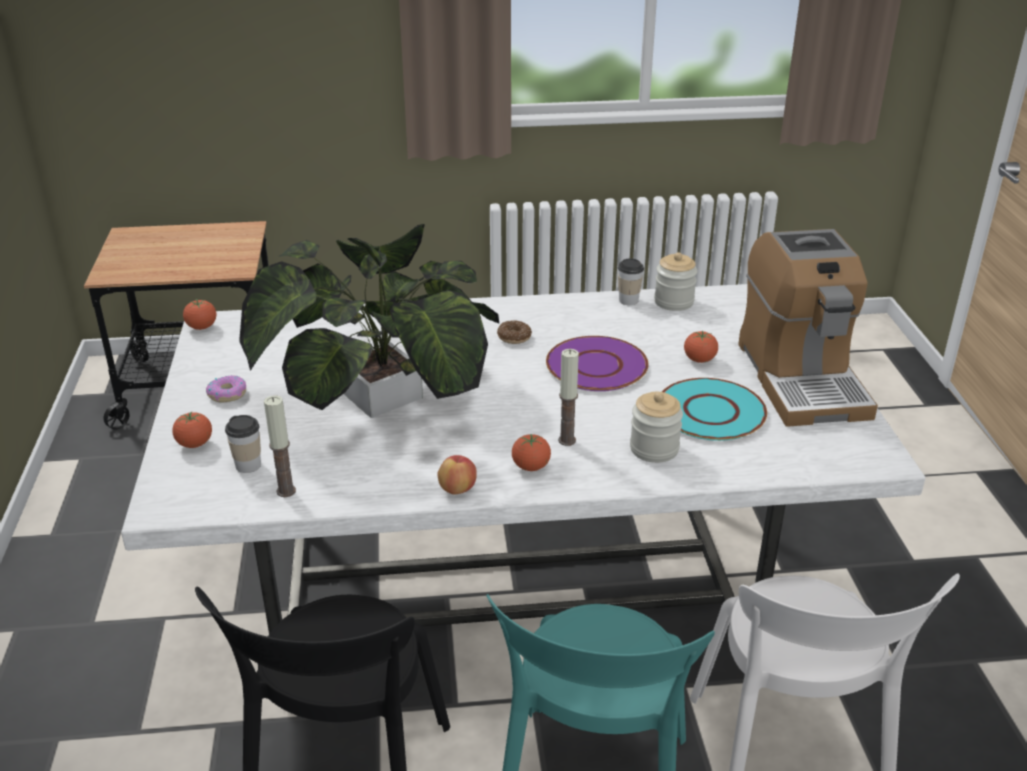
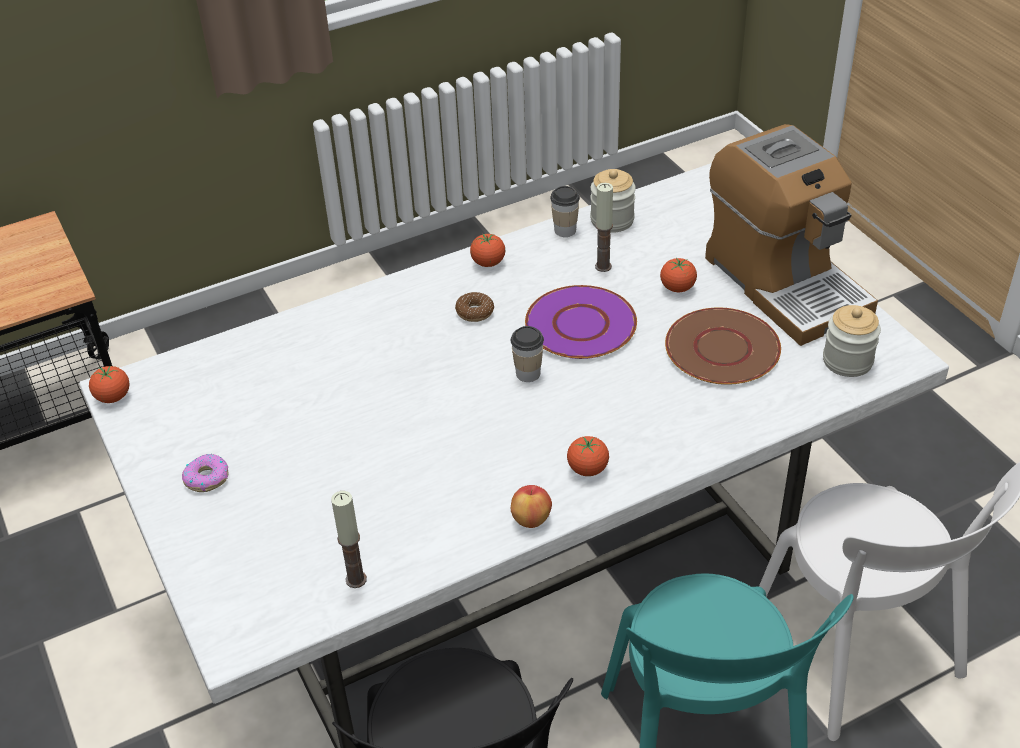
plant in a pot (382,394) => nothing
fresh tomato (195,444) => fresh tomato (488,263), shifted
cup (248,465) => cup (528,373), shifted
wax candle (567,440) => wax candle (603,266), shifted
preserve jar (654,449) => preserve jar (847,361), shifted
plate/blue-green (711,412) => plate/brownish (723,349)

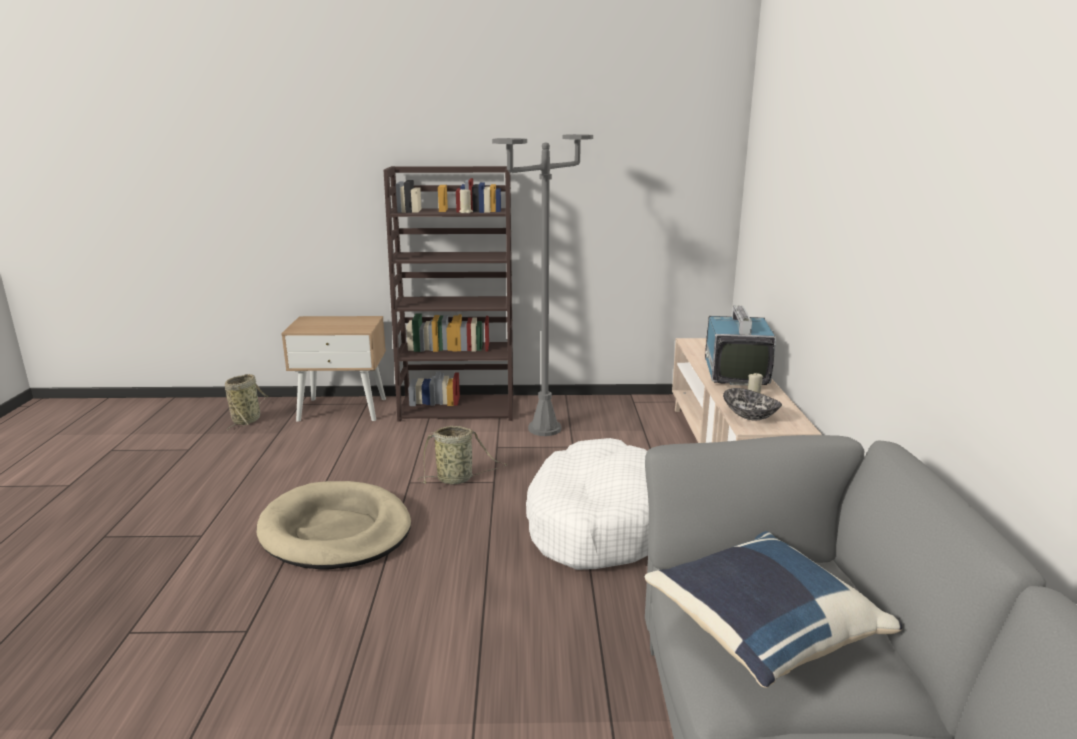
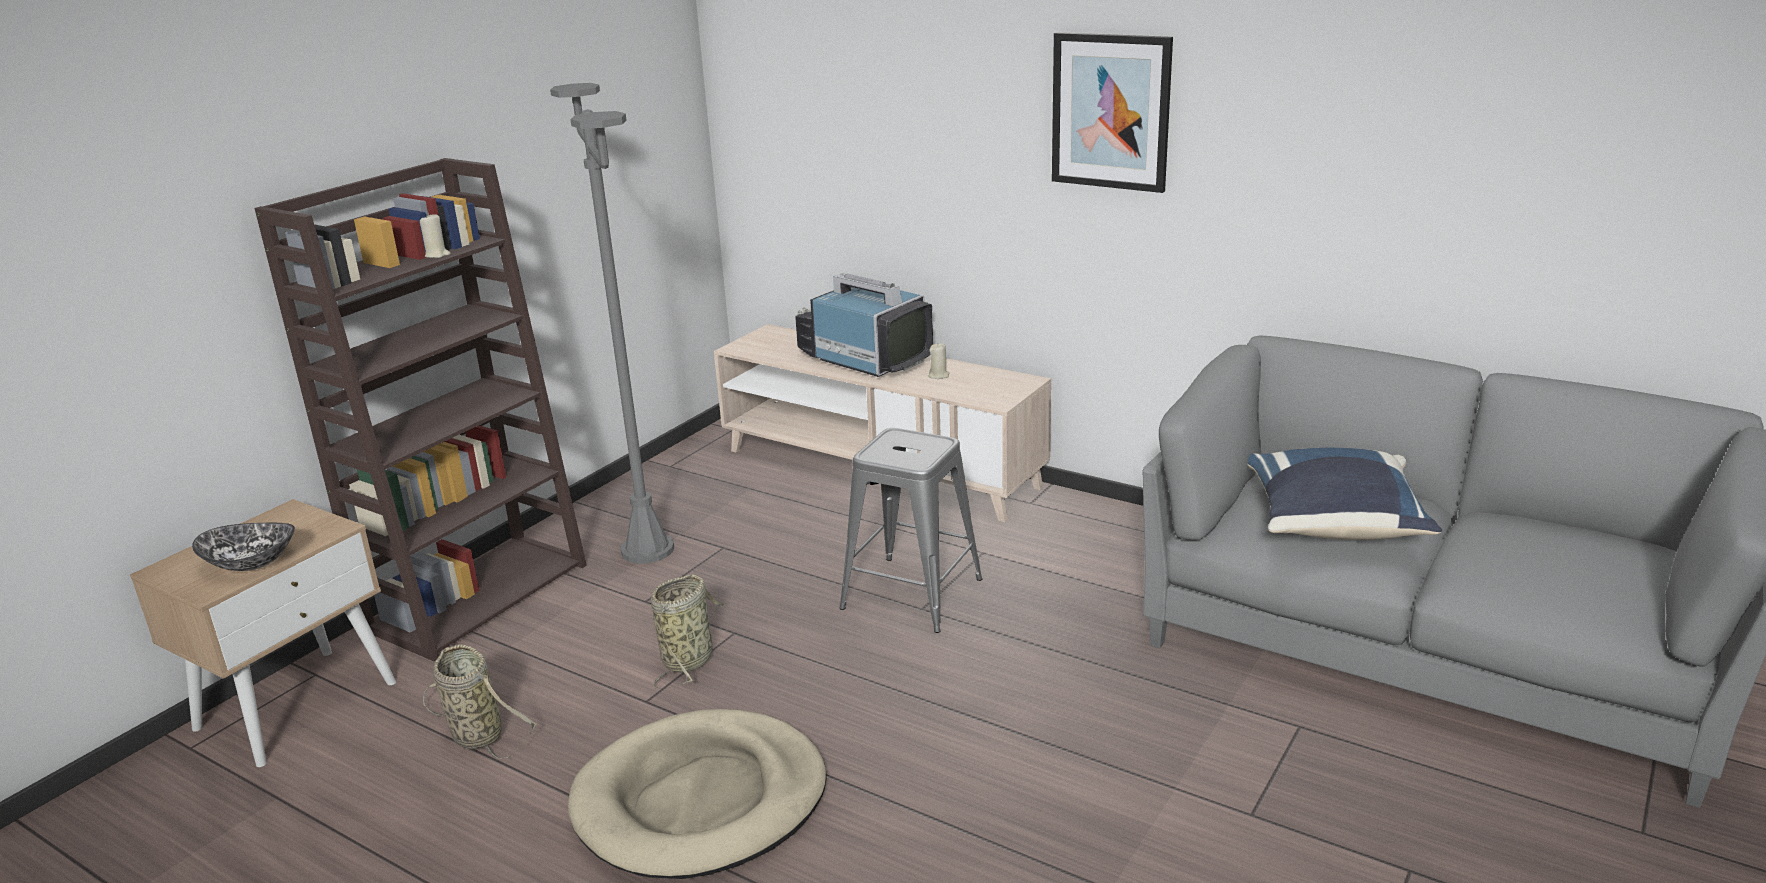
nothing => wall art (1111,111)
household basket (247,420) => household basket (475,734), shifted
deep dish (750,416) => deep dish (252,562), shifted
dog cushion/white-coloured (597,522) => stool seat/grey (911,594)

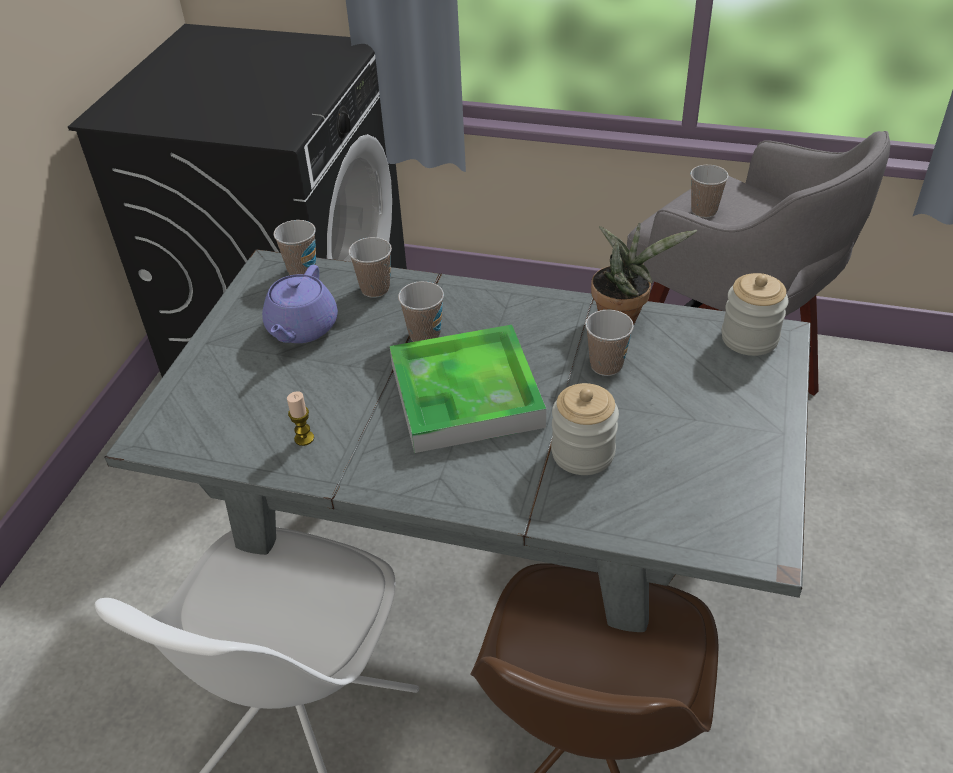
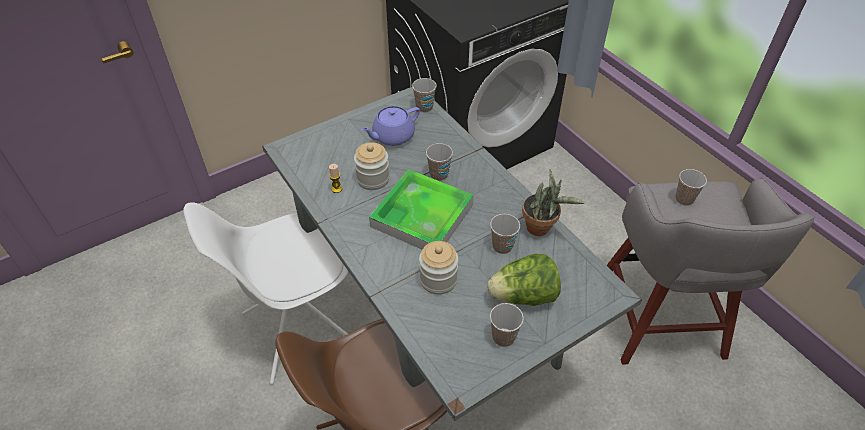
nothing => lettuce head (523,296)
cup (375,289) => cup (503,337), shifted
preserve jar (749,338) => preserve jar (373,179), shifted

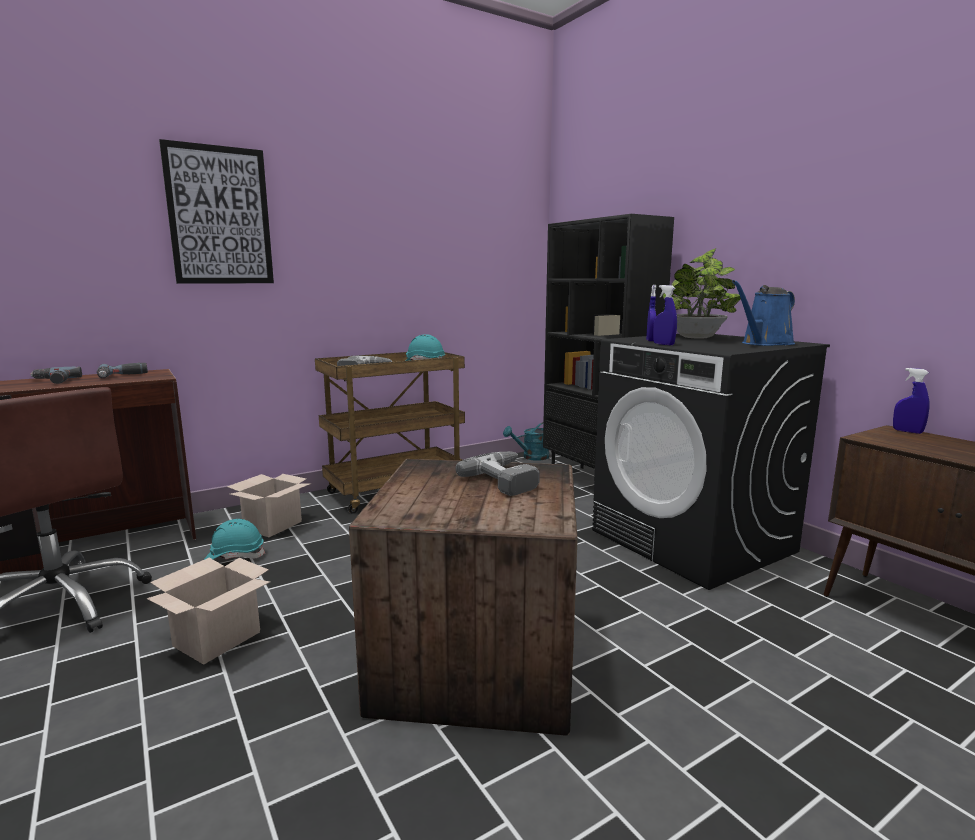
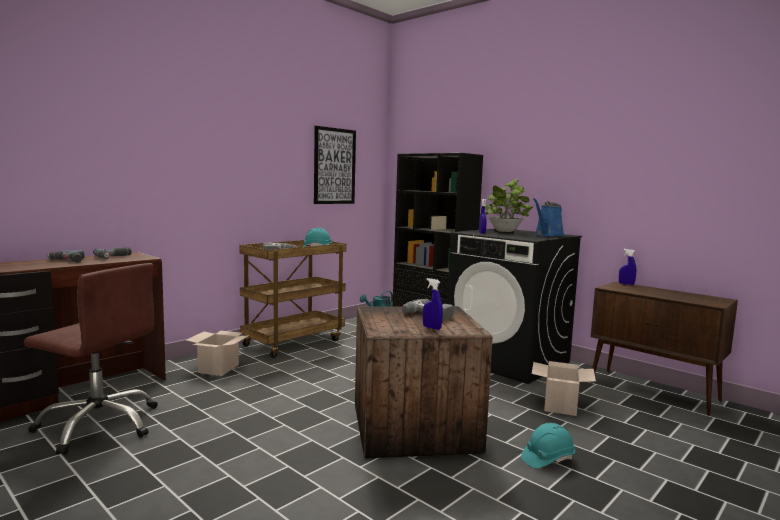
cardboard box (218,638) => cardboard box (559,405), shifted
wall art (219,216) => wall art (334,166), shifted
work helmet/blue-green (235,556) => work helmet/blue-green (547,459), shifted
spray bottle/blue (663,344) => spray bottle/blue (431,328), shifted

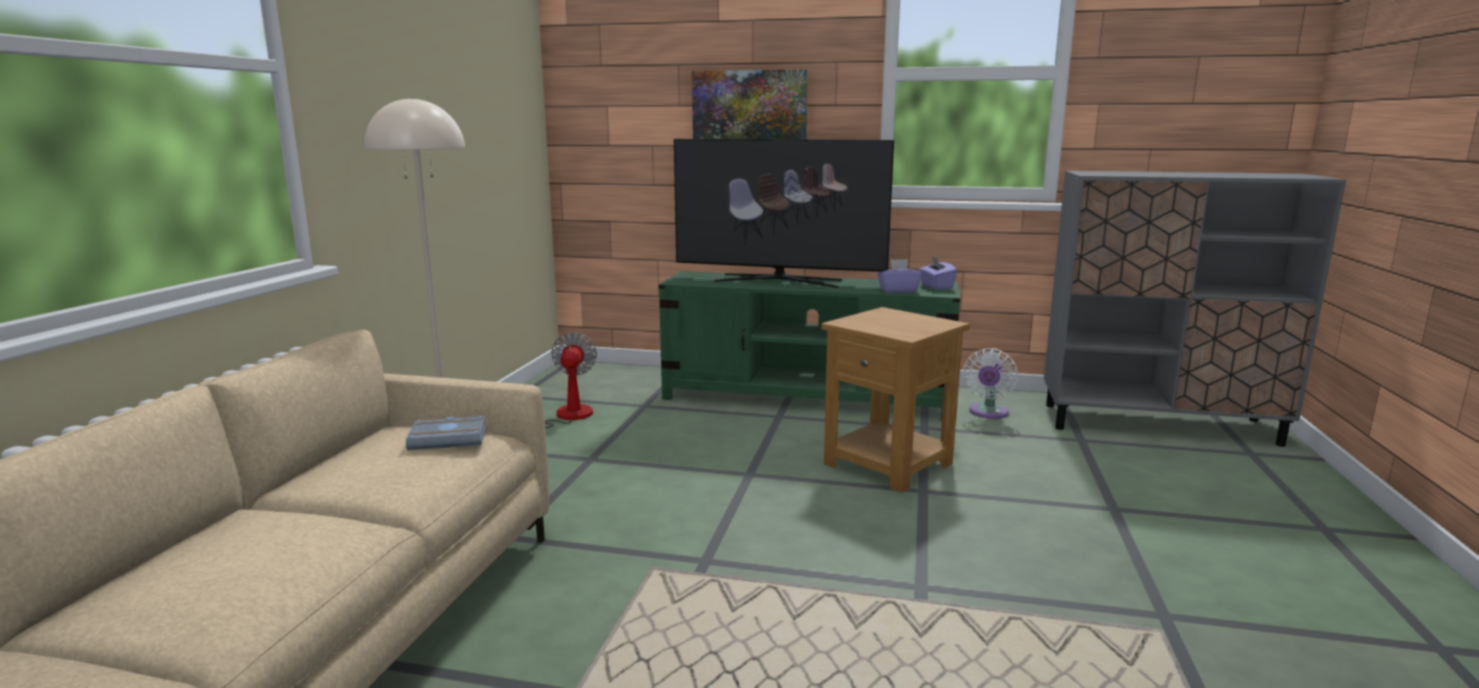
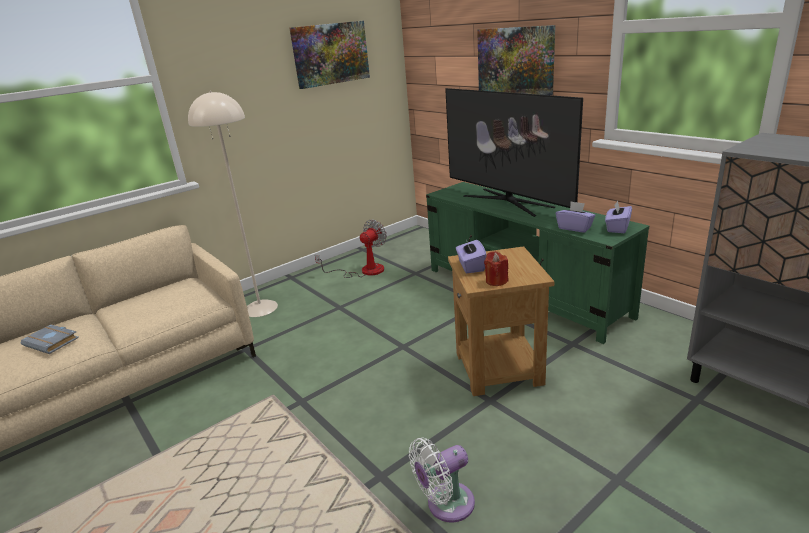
nothing => wall art (330,54)
nothing => tissue box/purple-coloured (471,266)
nothing => wax candle/red-coloured (496,281)
bound book/grey (450,438) => bound book/grey (53,342), shifted
cooling fan/white-coloured (988,413) => cooling fan/white-coloured (446,504), shifted

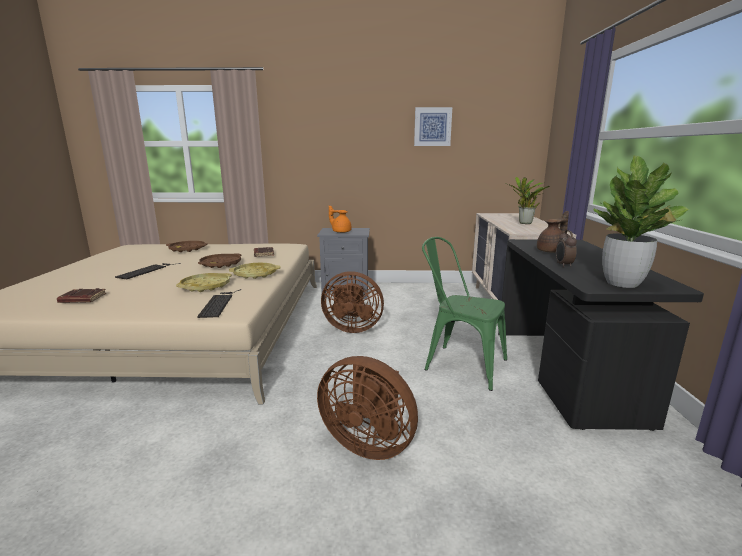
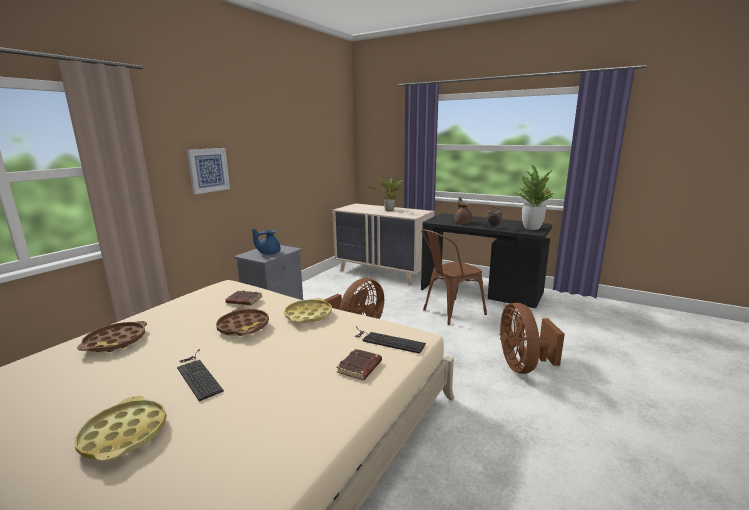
bound book/brownish (82,299) => bound book/brownish (360,368), shifted
serving tray/yellowish (205,286) => serving tray/yellowish (124,434), shifted
wall art (432,127) => wall art (208,170), shifted
teapot/orange (341,231) => teapot/blue (269,253)
upright chair/green-coloured (459,363) => upright chair/brownish (449,312)
cooling fan/brownish (368,443) => cooling fan/brownish (523,366), 120 degrees clockwise

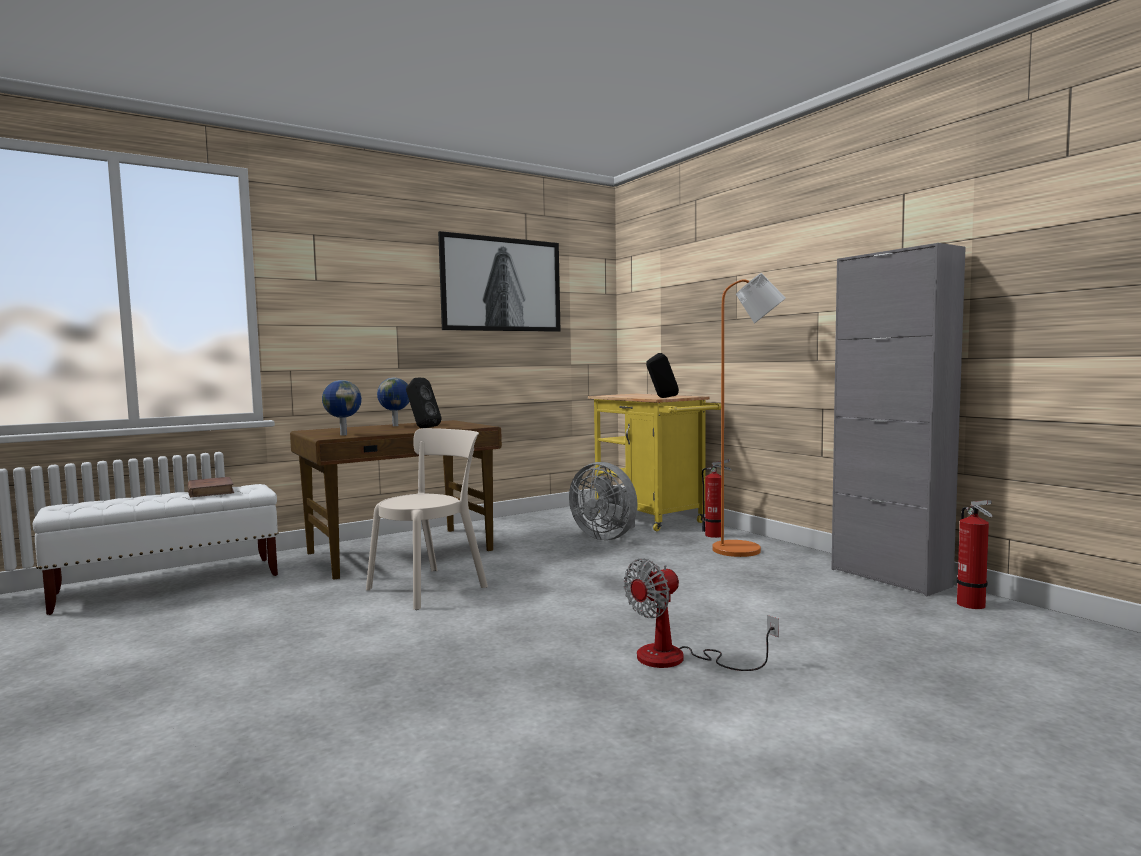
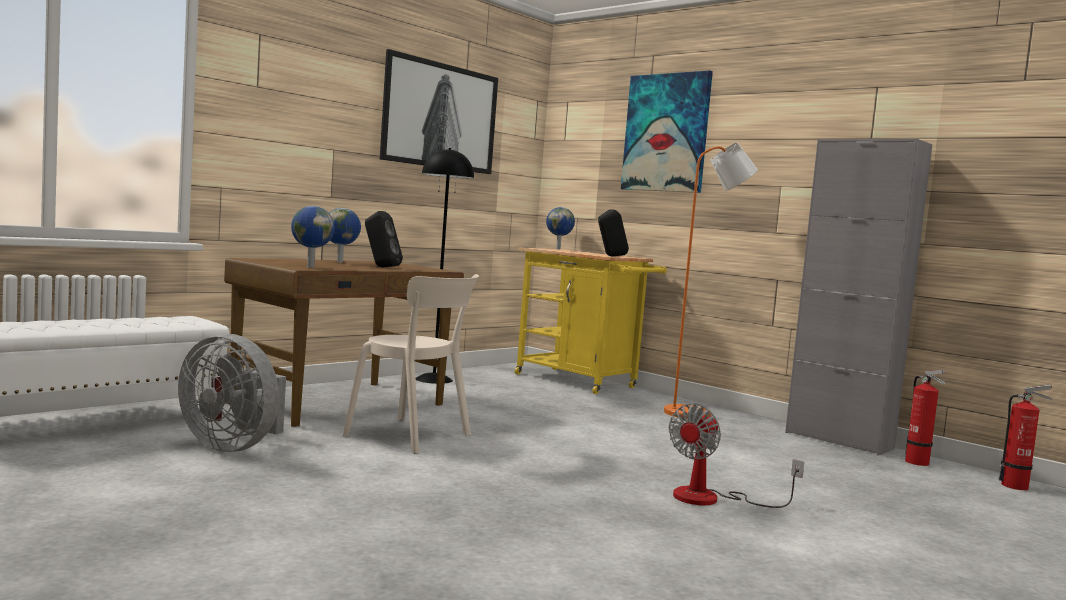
bound book/brownish (210,491) => nothing
nothing => standard lamp/blackish (433,379)
nothing => desk globe (558,249)
nothing => wall art (666,133)
cooling fan/grey (606,537) => cooling fan/grey (233,446), shifted
extinguisher (716,535) => extinguisher (1018,486), shifted
upright chair/beige (431,587) => upright chair/beige (413,436), 90 degrees clockwise

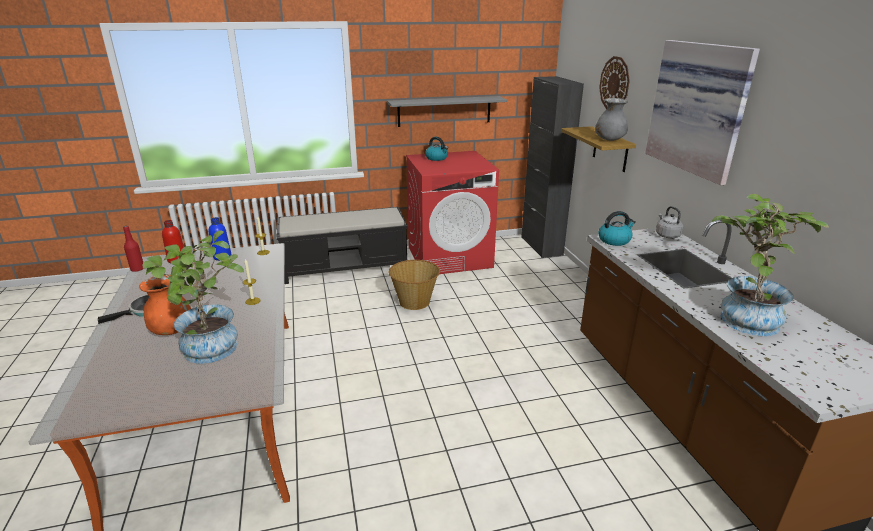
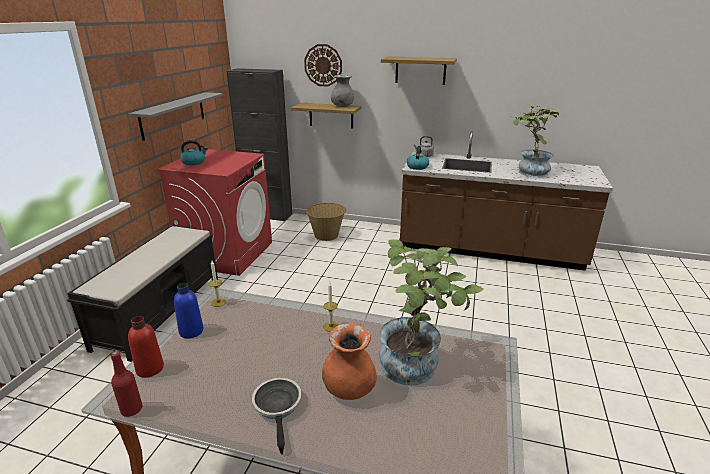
household basket (415,302) => household basket (327,235), shifted
wall art (700,108) => wall shelf (420,70)

